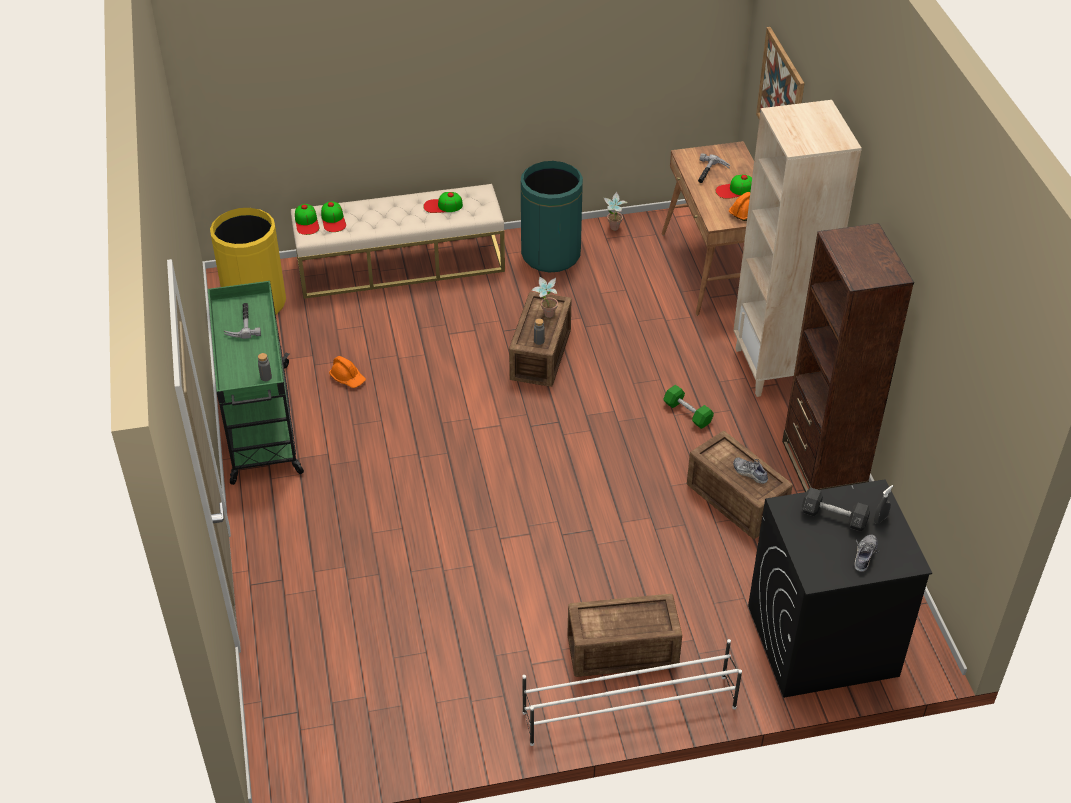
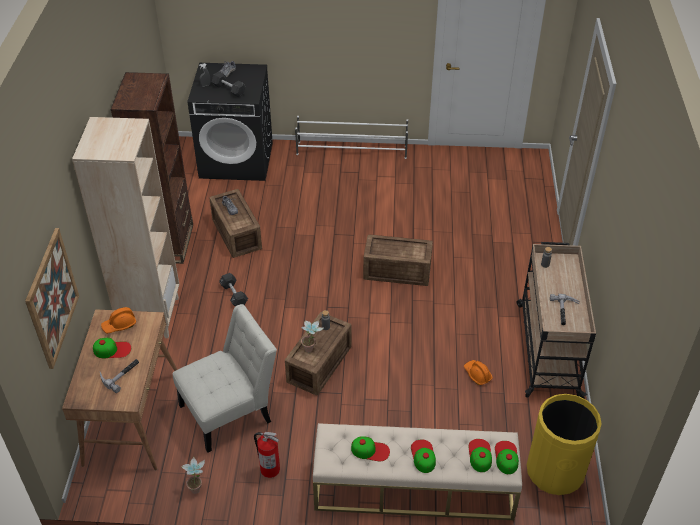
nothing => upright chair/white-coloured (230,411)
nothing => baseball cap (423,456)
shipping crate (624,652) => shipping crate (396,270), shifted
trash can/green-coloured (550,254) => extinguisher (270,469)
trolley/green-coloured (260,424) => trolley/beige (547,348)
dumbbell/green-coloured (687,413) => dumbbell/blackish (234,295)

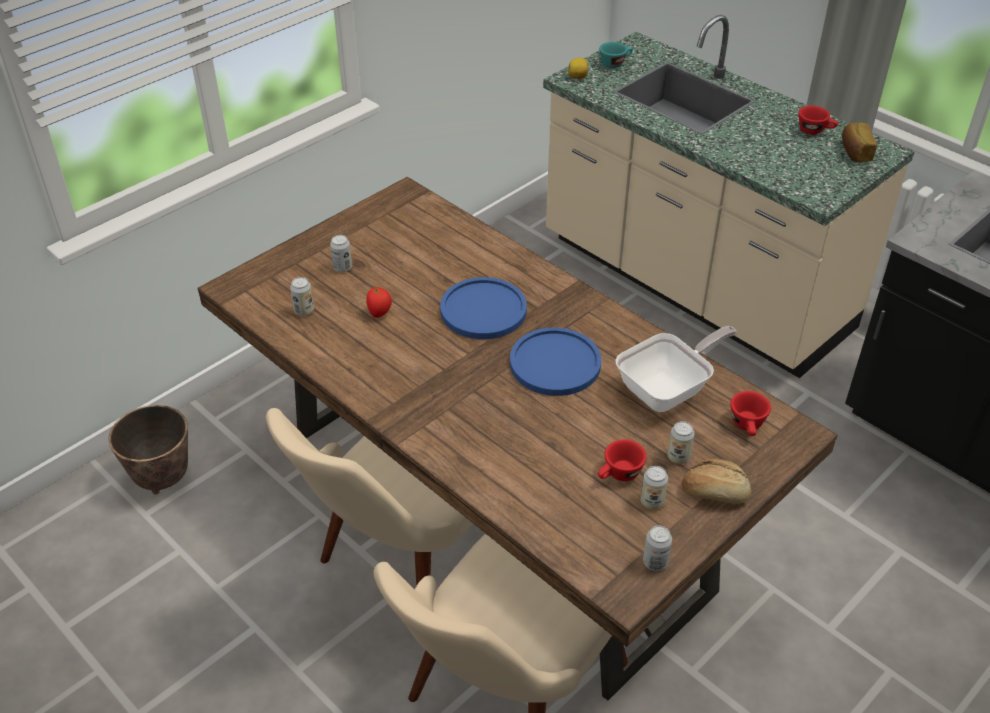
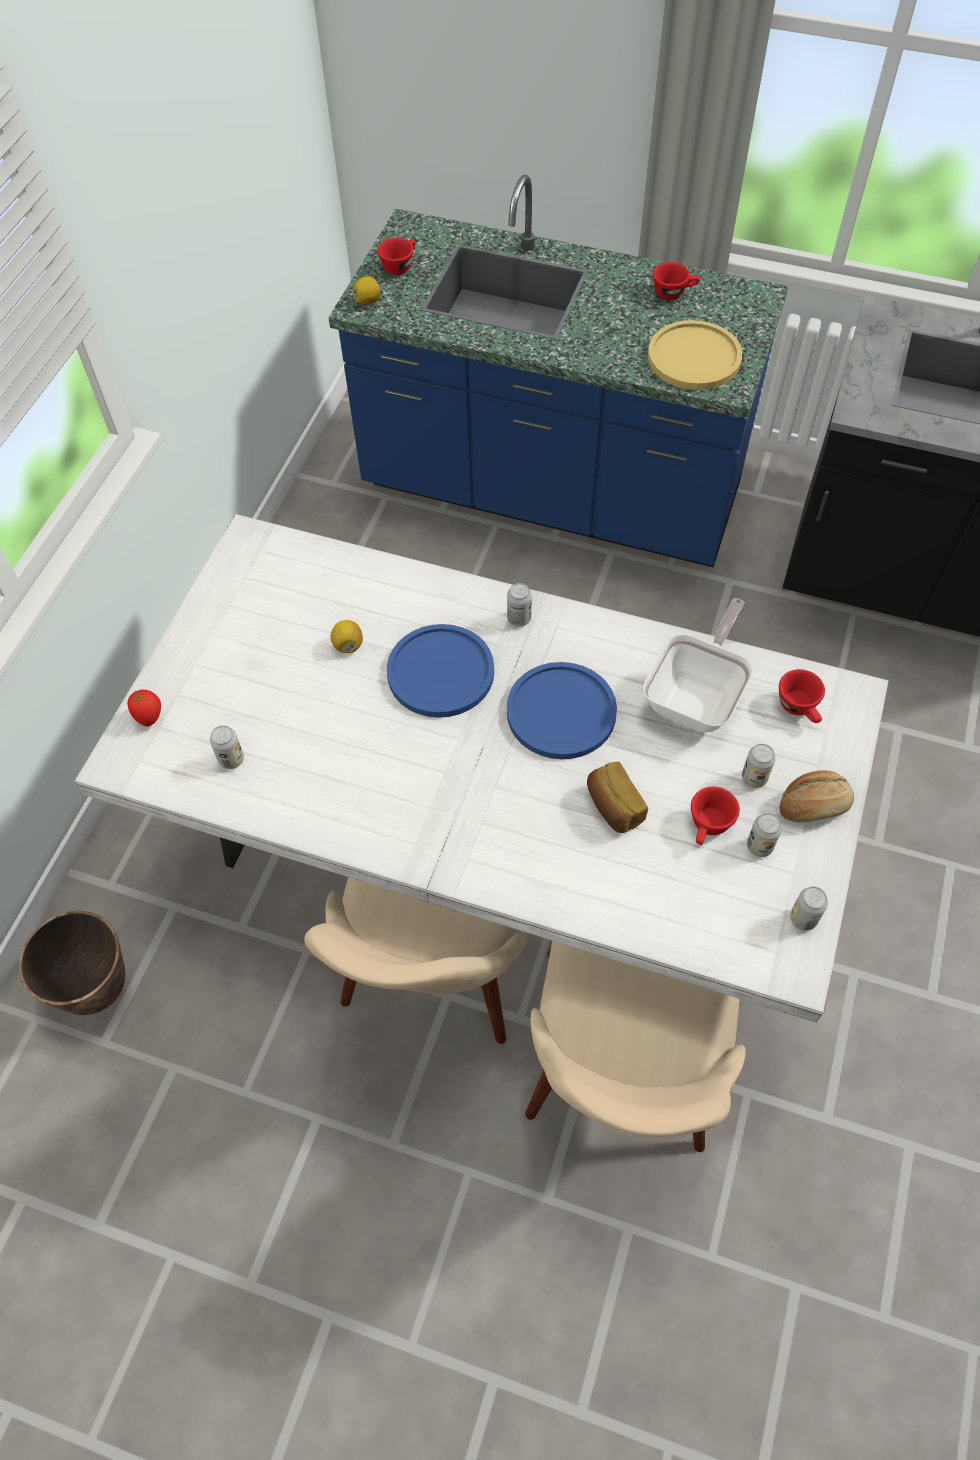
nothing => whole lemon (348,645)
nothing => plate/yellowish (694,357)
can (342,267) => can (519,618), shifted
fresh tomato (380,313) => fresh tomato (149,717), shifted
bread (854,152) => bread (613,807), shifted
kitchen table/brownish (497,511) => kitchen table/white-coloured (496,859)
kitchen counter/beige (693,286) => kitchen counter/blue (551,494)
cup/blue-green (615,63) => cup/red-coloured (400,265)

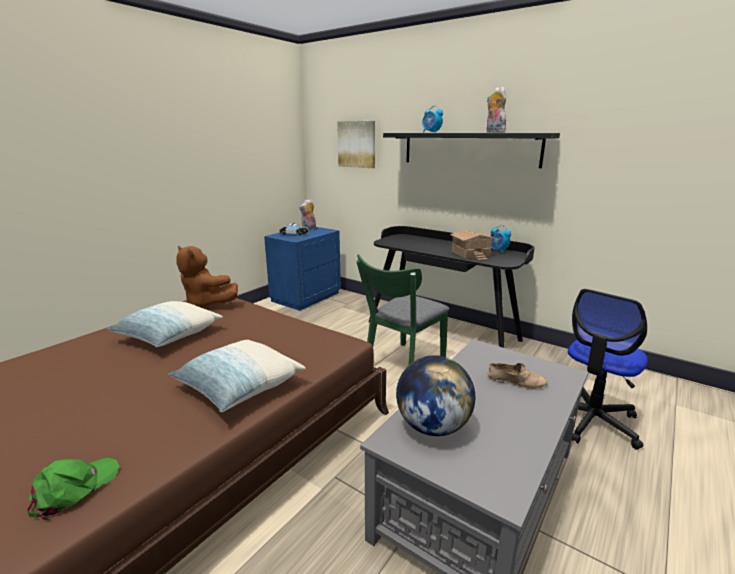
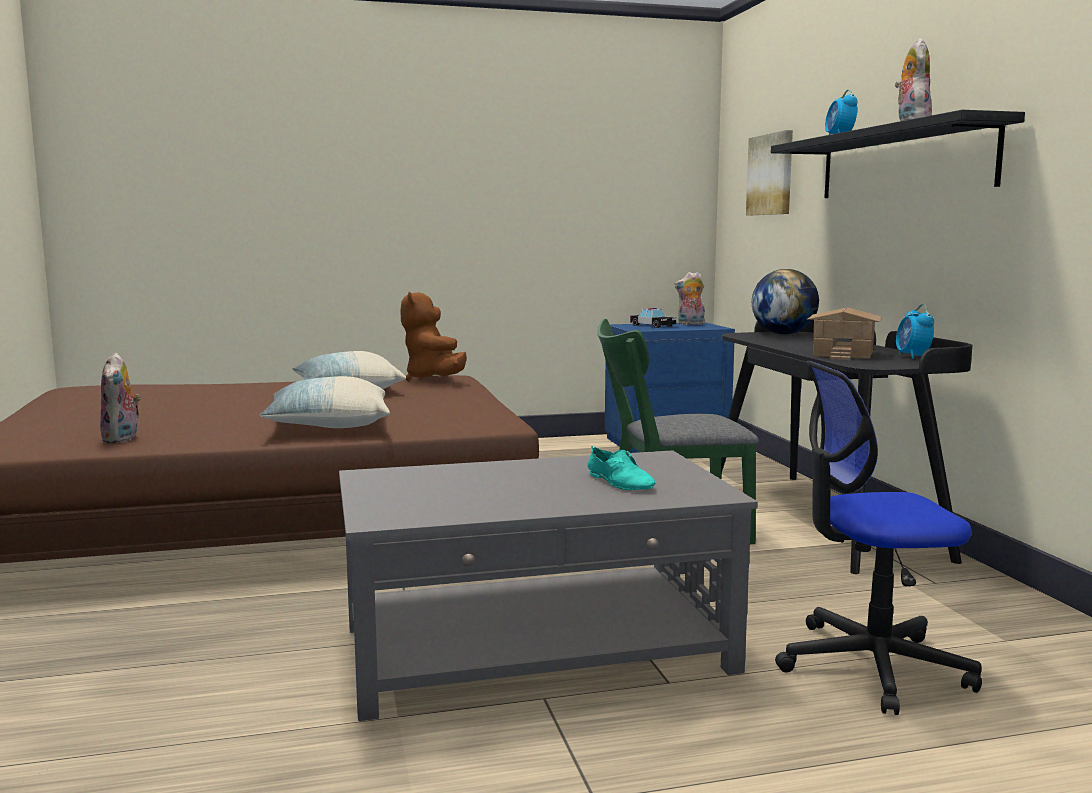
desk globe (433,426) => desk globe (783,334), shifted
baseball cap/green-coloured (74,489) => cuddly toy (122,439)
low shoe/beige (516,381) => low shoe/blue-green (621,482)

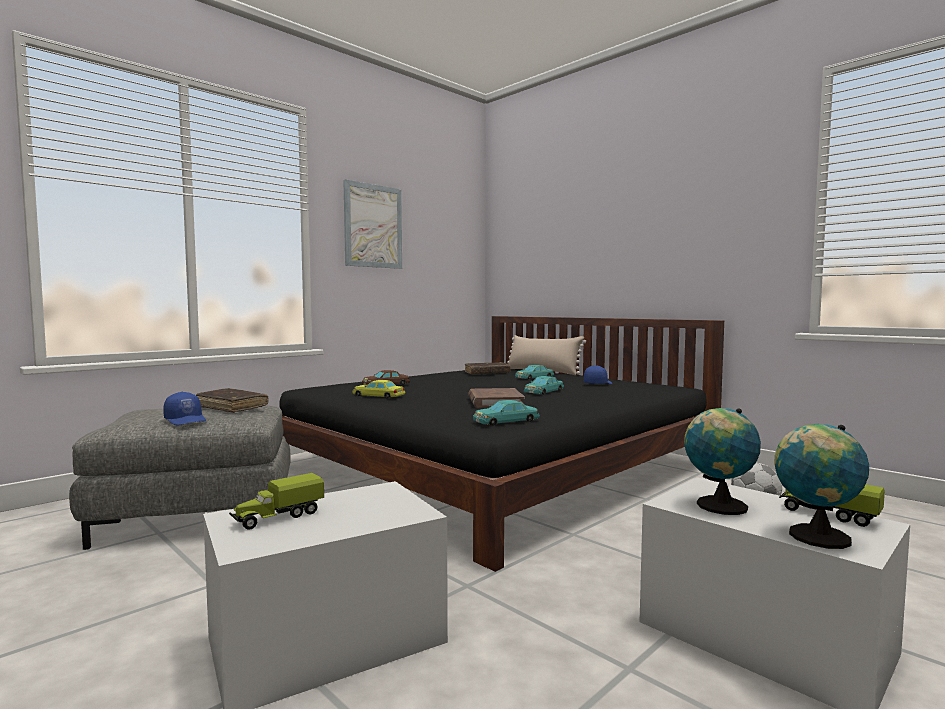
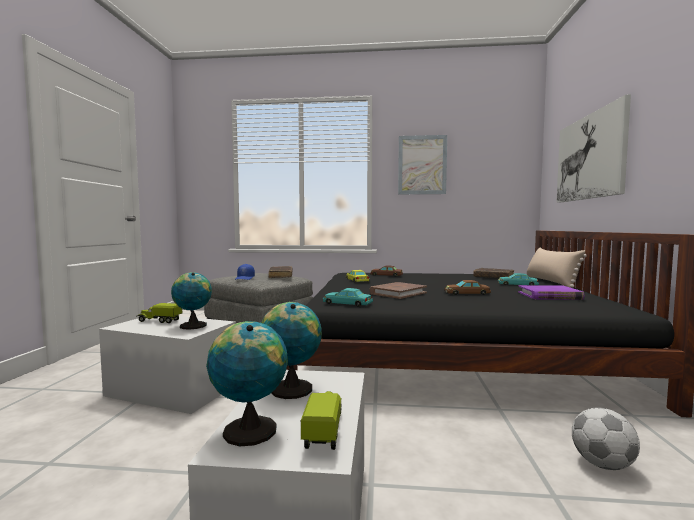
nothing => desk globe (192,325)
nothing => wall art (589,157)
baseball cap/blue (597,384) => bound book/purple-coloured (549,296)
model car/blue-green (543,391) => model car/brownish (466,293)

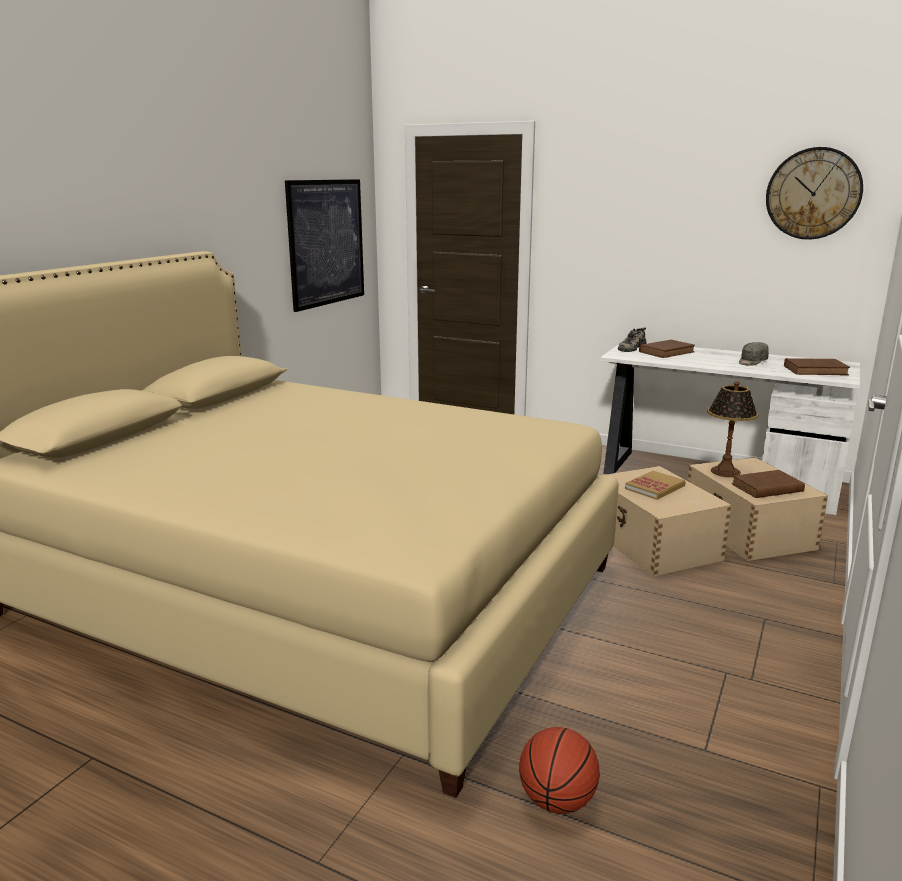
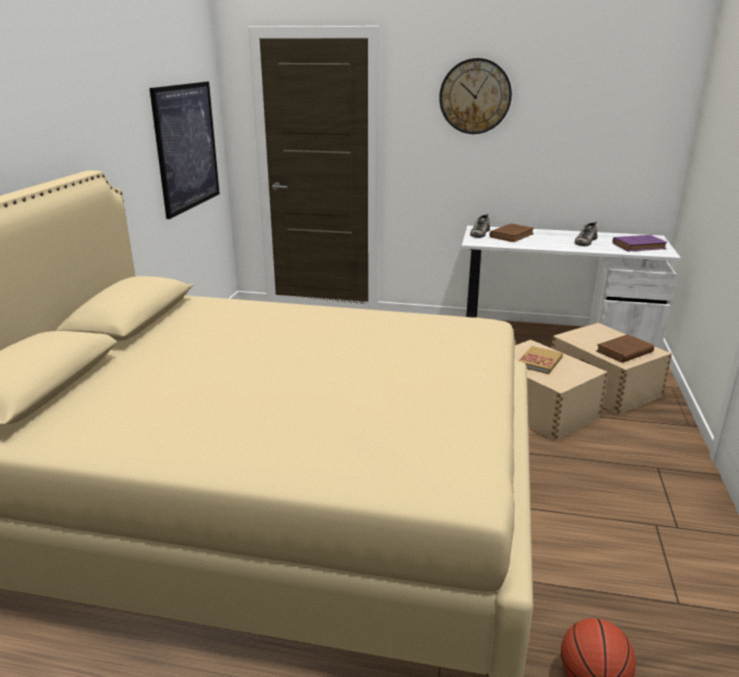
lamp for a table (725,472) => nothing
wall clock (813,193) => wall clock (475,96), shifted
baseball cap/grey (752,362) => low shoe (585,241)
bound book/brownish (817,370) => bound book/purple-coloured (639,246)

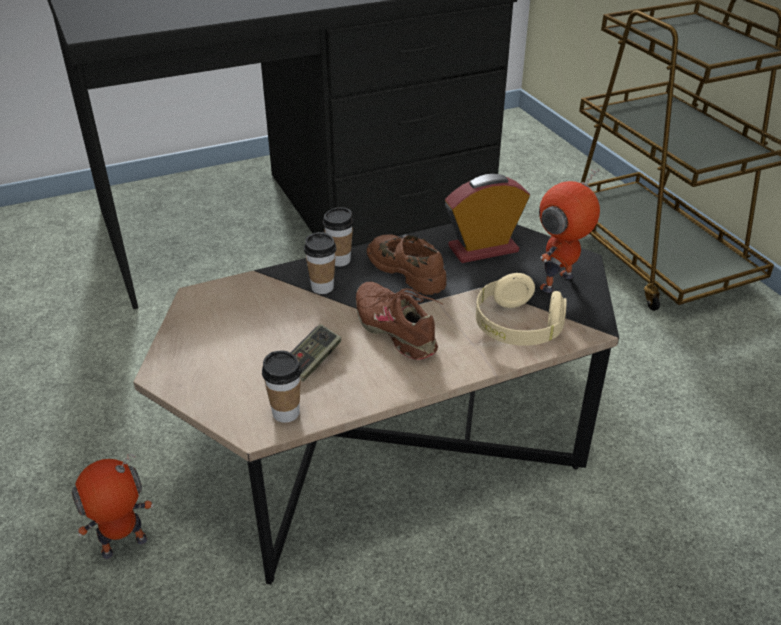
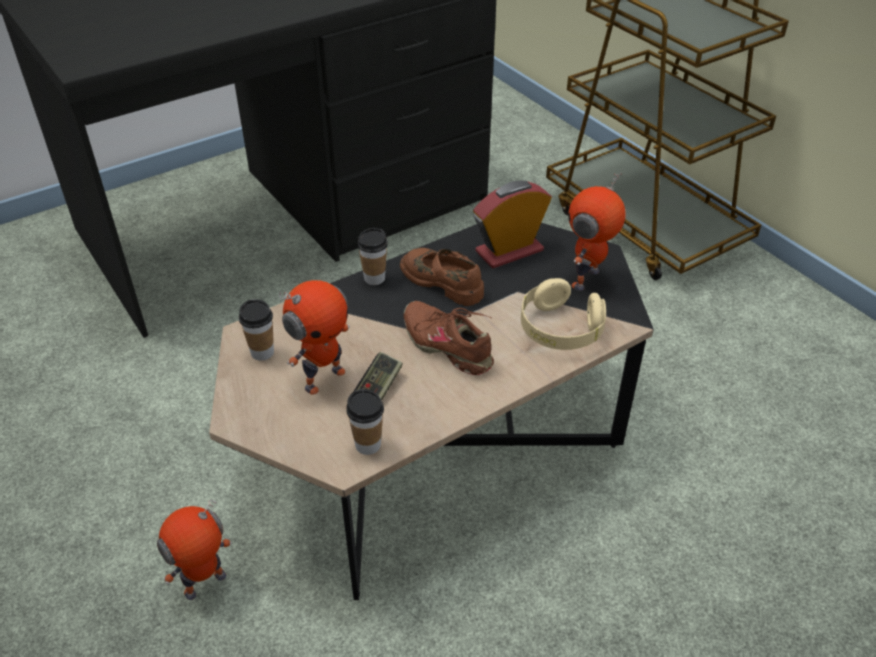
nothing => model robot (323,378)
cup (322,287) => cup (262,352), shifted

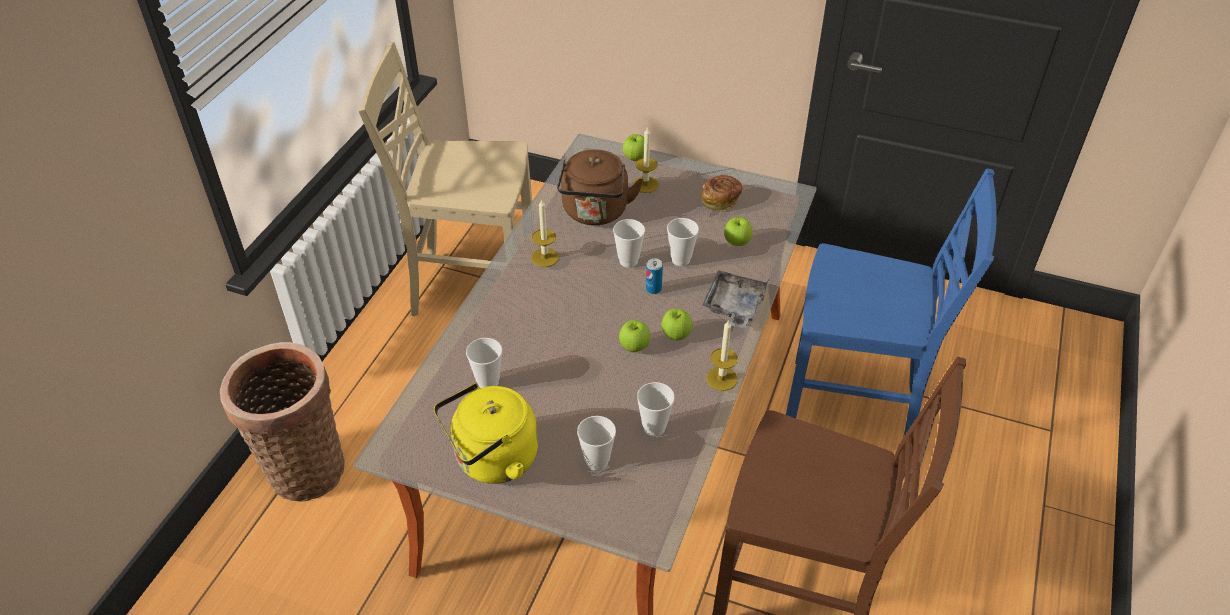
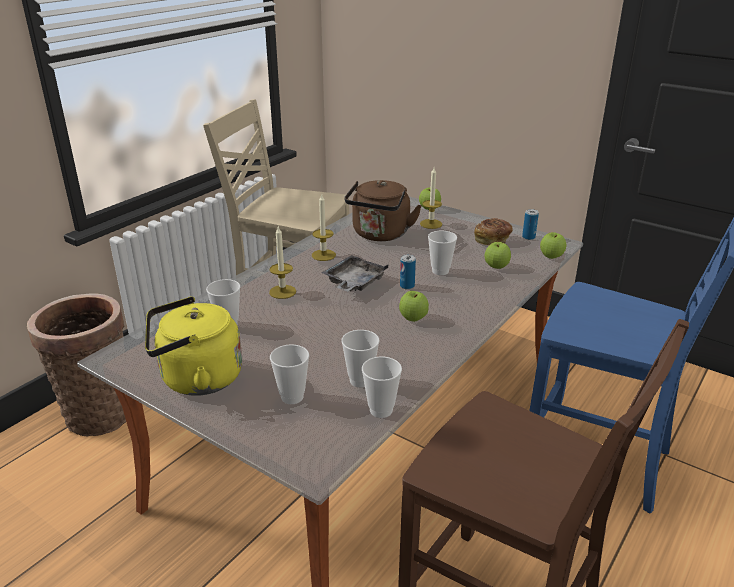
nothing => can (528,237)
cup (628,261) => cup (381,410), shifted
apple (634,346) => apple (551,256), shifted
serving tray/grey (734,306) => serving tray/grey (354,282), shifted
wax candle (721,378) => wax candle (282,292), shifted

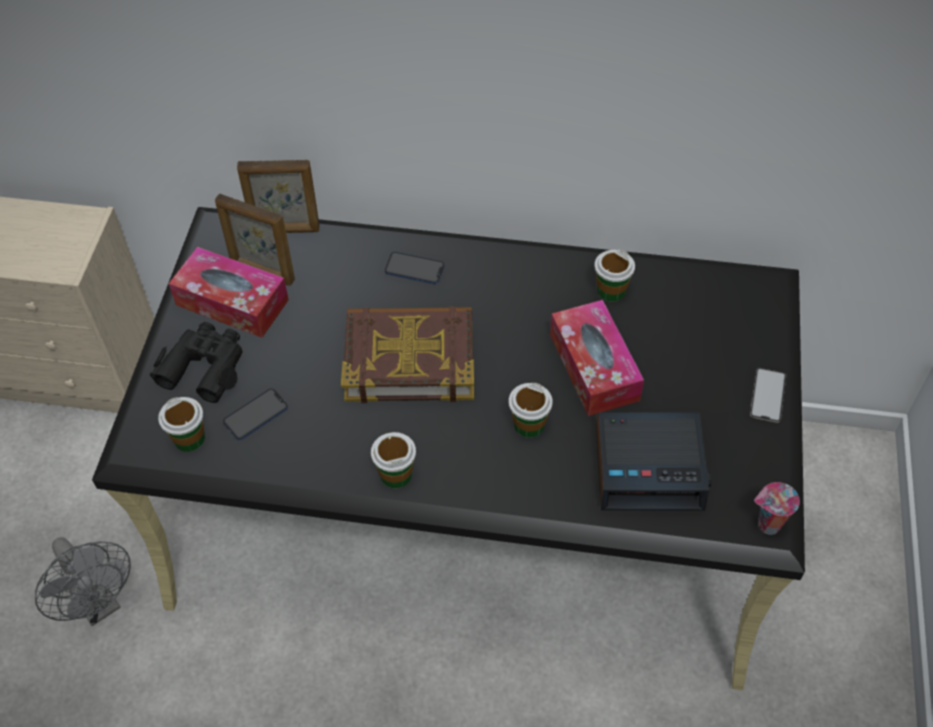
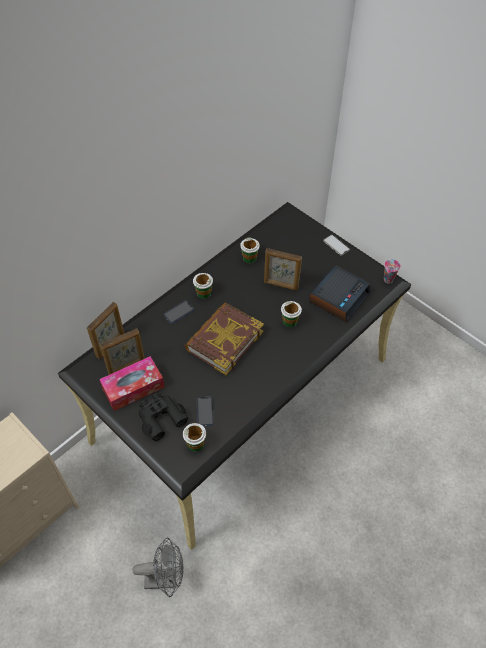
cup (396,474) => cup (203,293), shifted
tissue box (594,367) => picture frame (281,285)

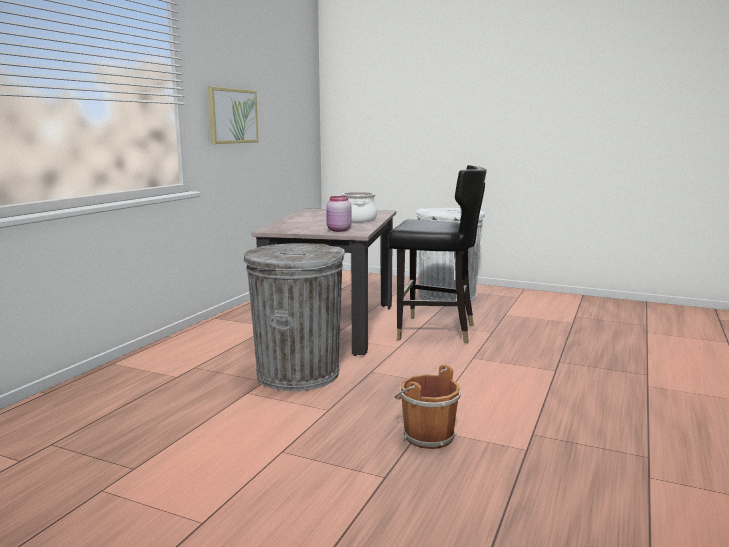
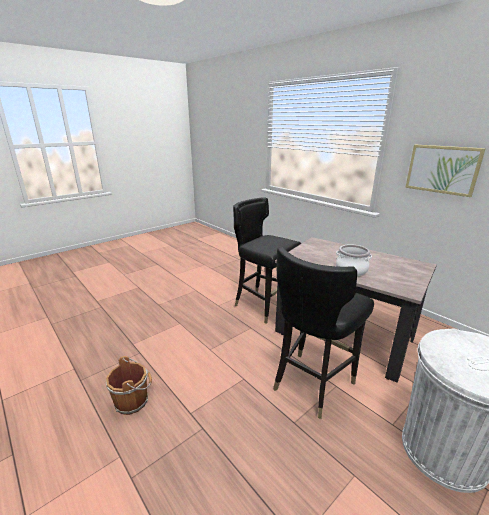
preserve jar/pinkish (338,230) => nothing
bucket/brownish (426,436) => bucket/brownish (133,401), shifted
trash can/grey (297,374) => upright chair/blackish (263,306)

